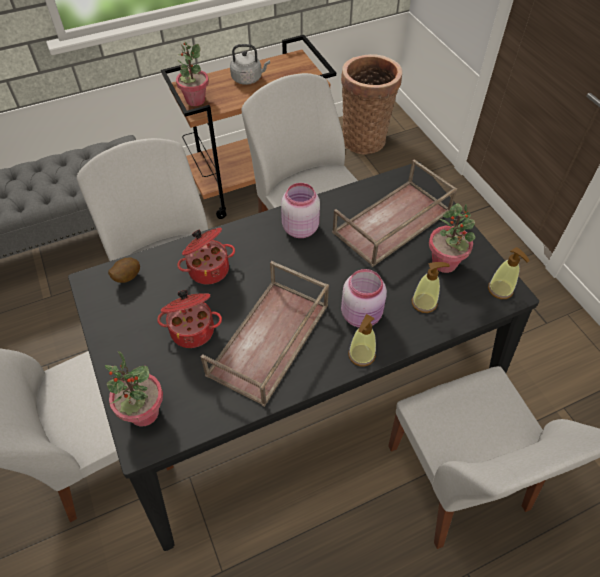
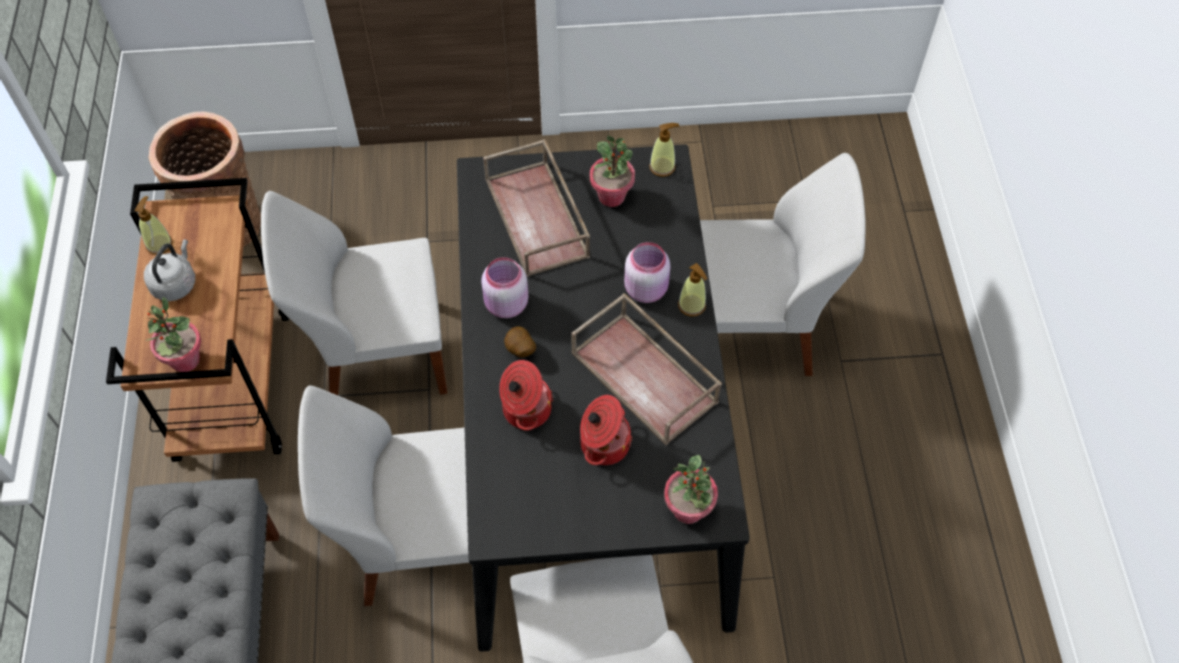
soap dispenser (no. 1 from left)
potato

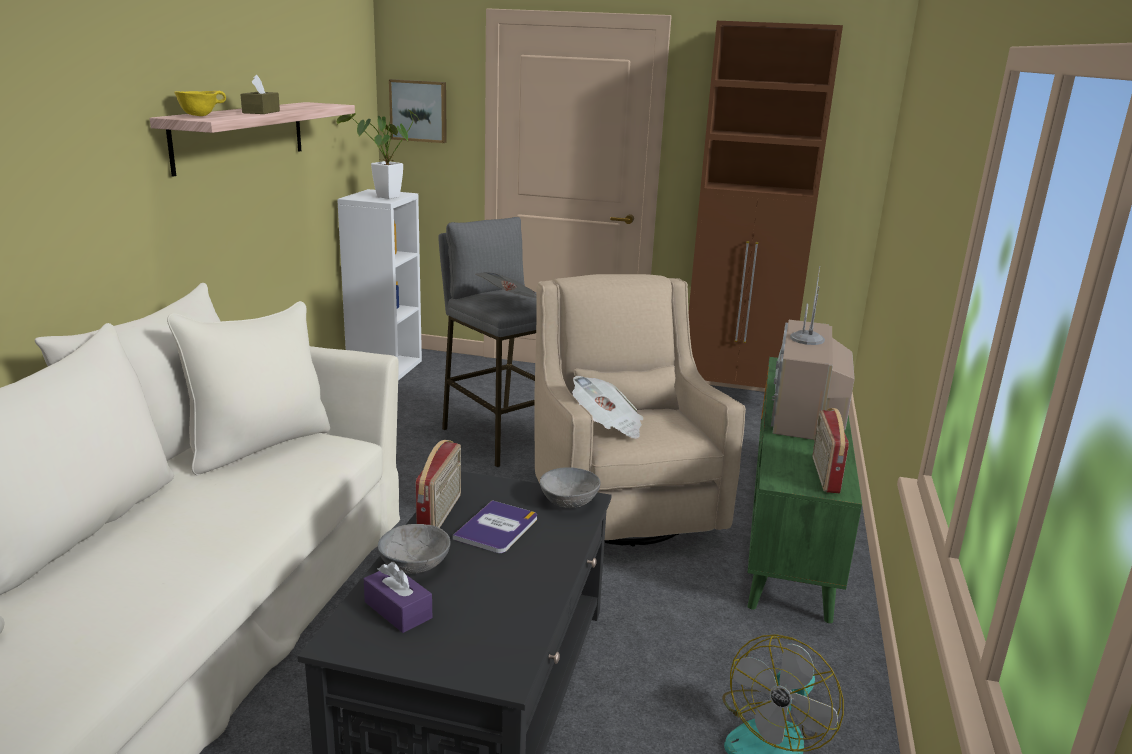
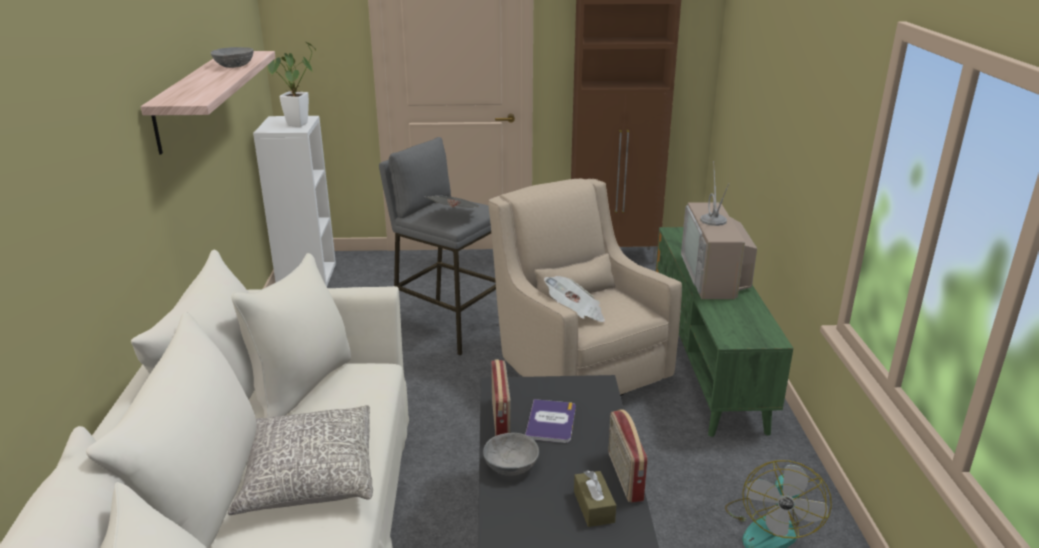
greyish bowl (no. 1 from left)
greyish cushion
brown tissue holder
radio (no. 2 from left)
yellow-coloured bowl
purple tissue holder
wall picture

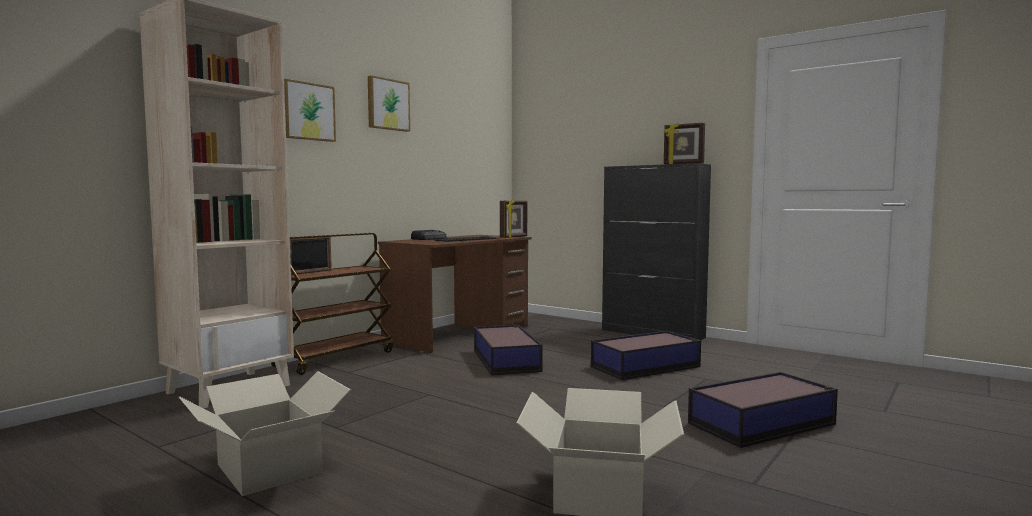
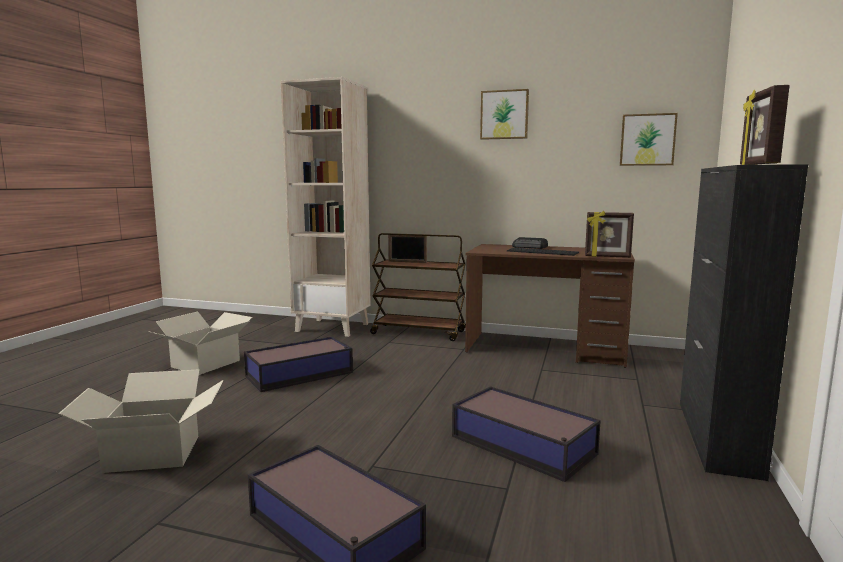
storage box (no. 1 from left)
wall picture (no. 2 from left)

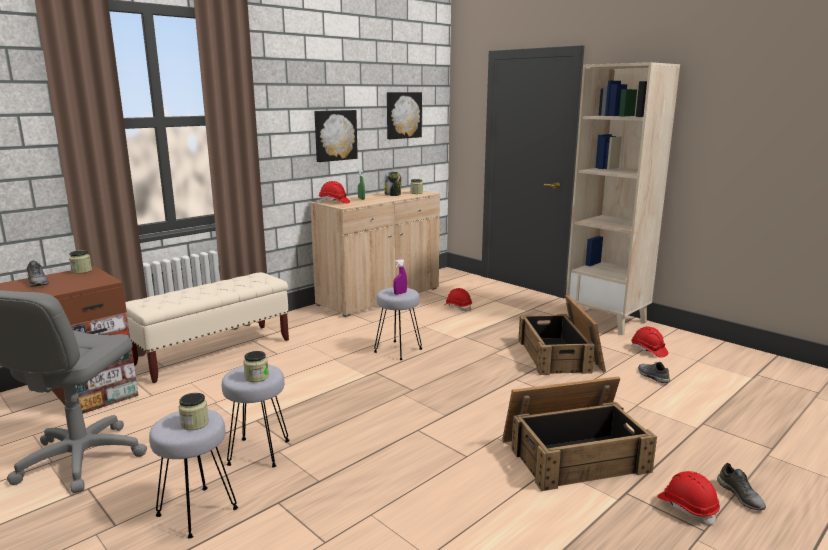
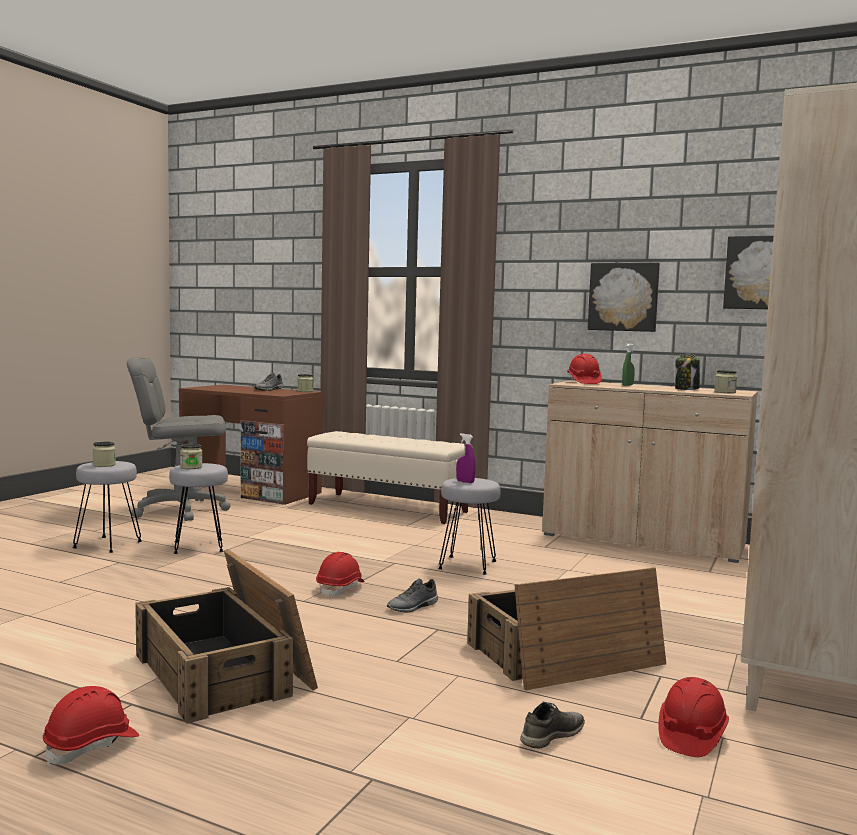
reddish work helmet (no. 2 from left)
greyish item of footwear (no. 2 from left)

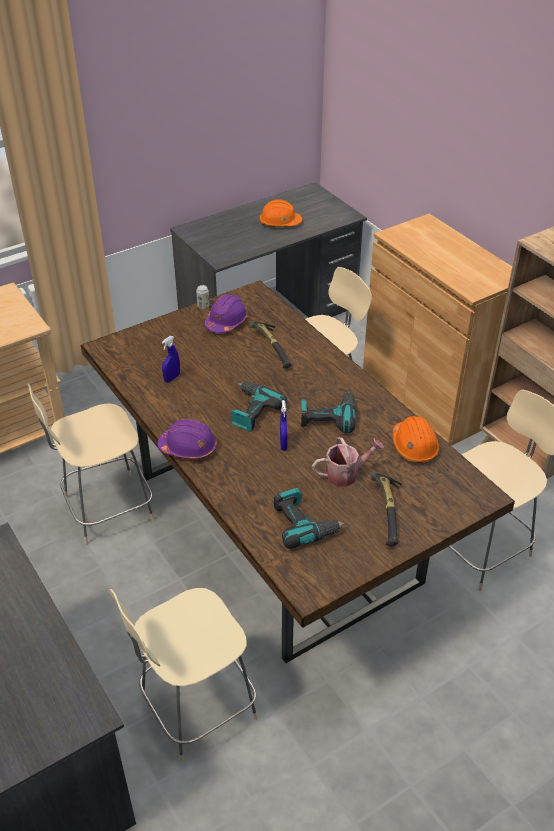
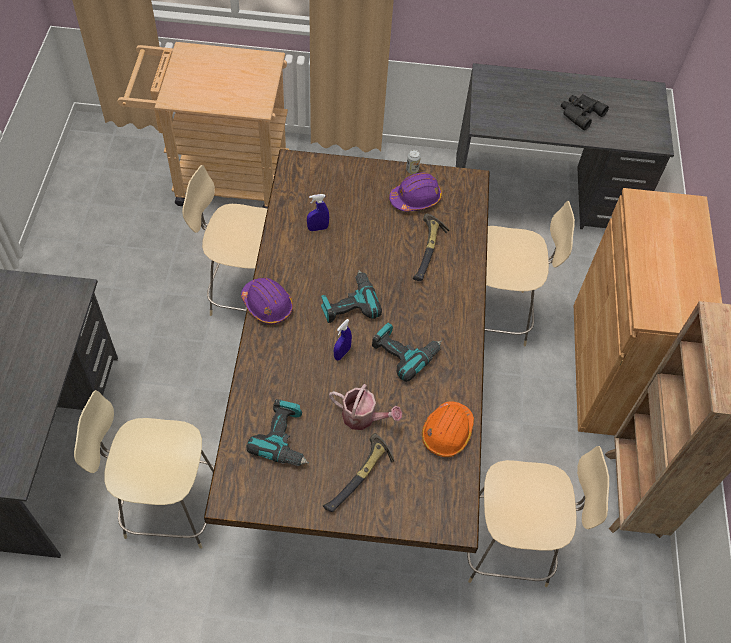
black-coloured field glasses

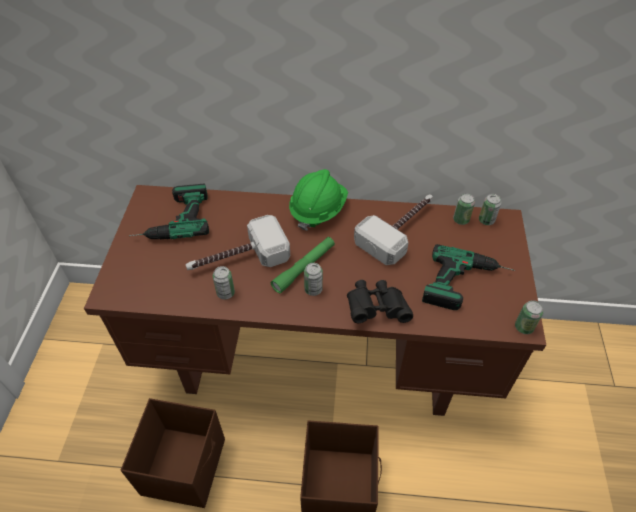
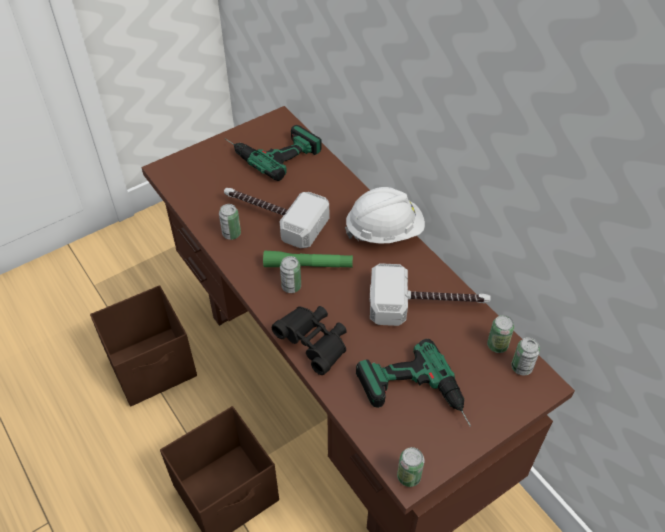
white-coloured work helmet

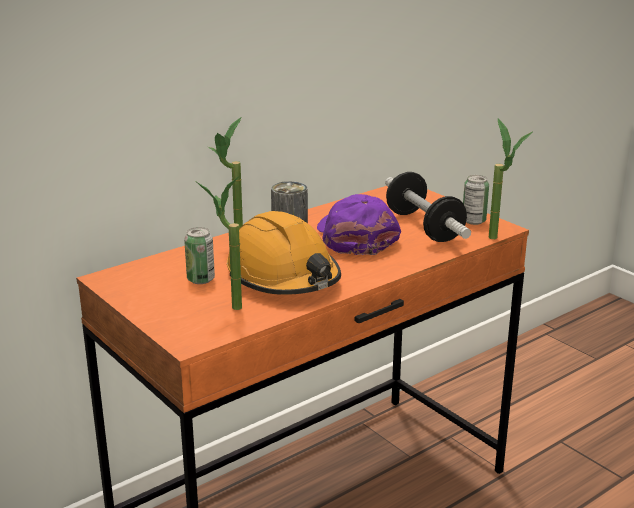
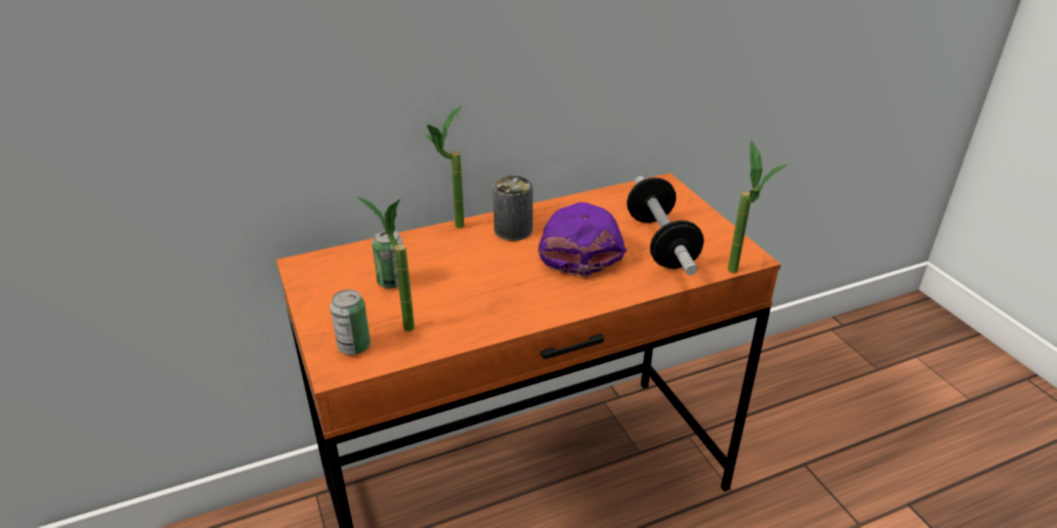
can (no. 1 from left)
orange work helmet

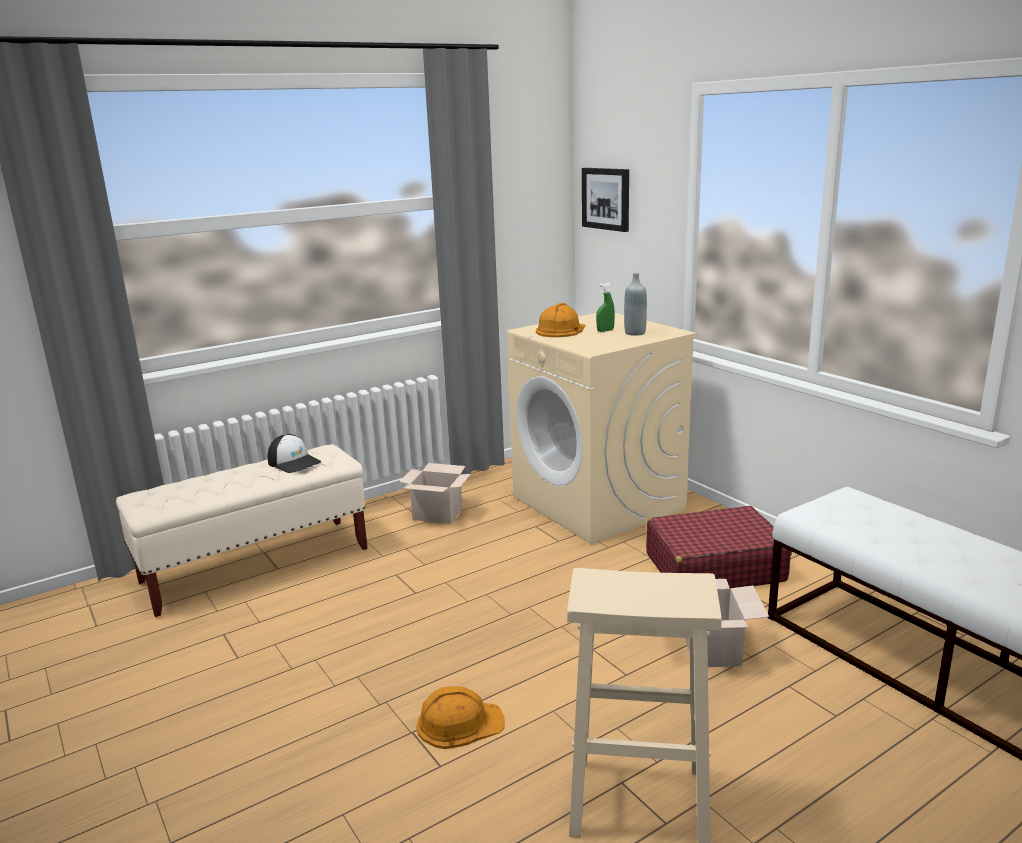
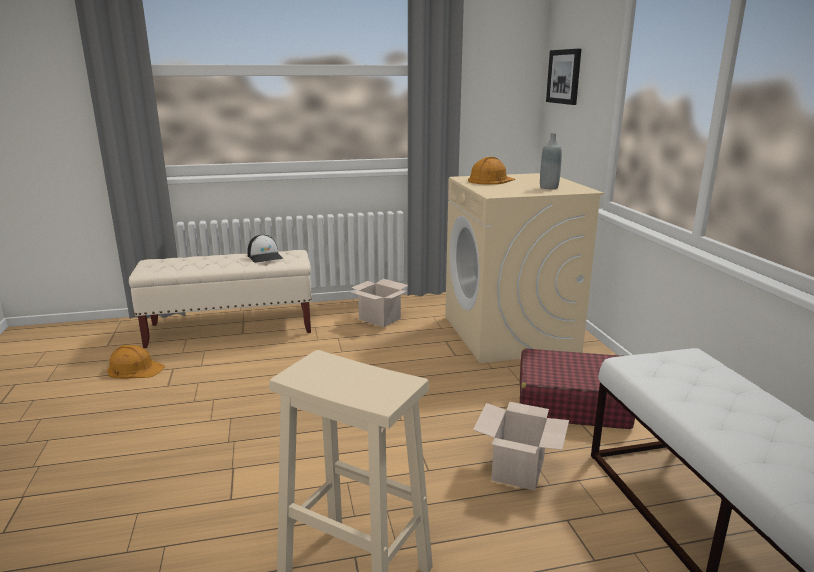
orange work helmet (no. 1 from left)
greenish sprayer

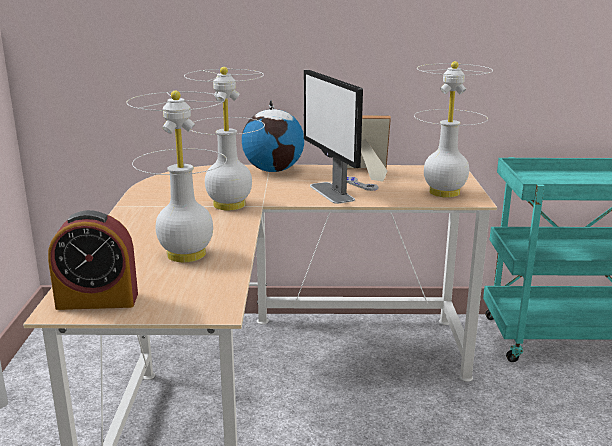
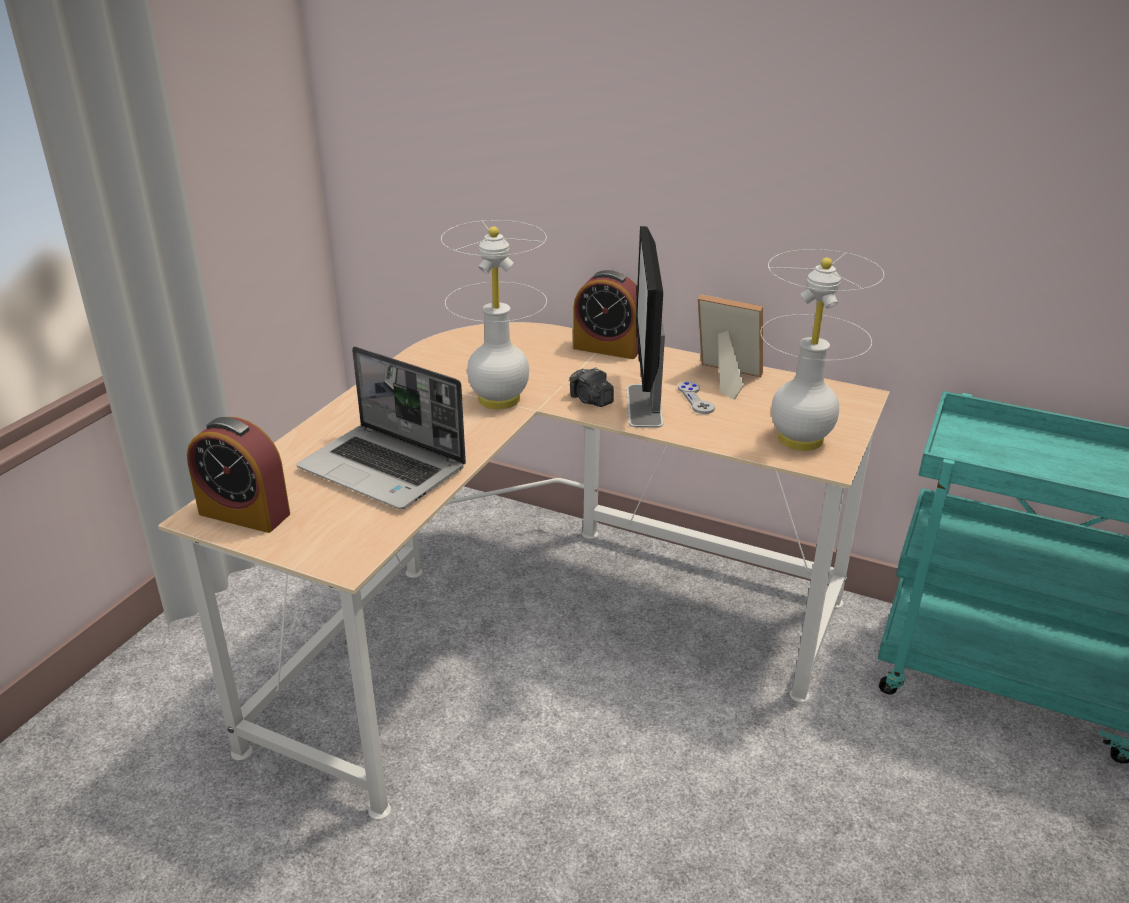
laptop
photo camera
table clock (no. 2 from left)

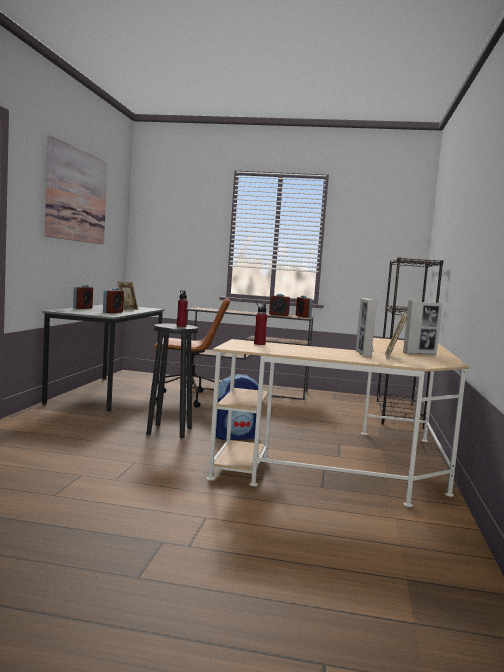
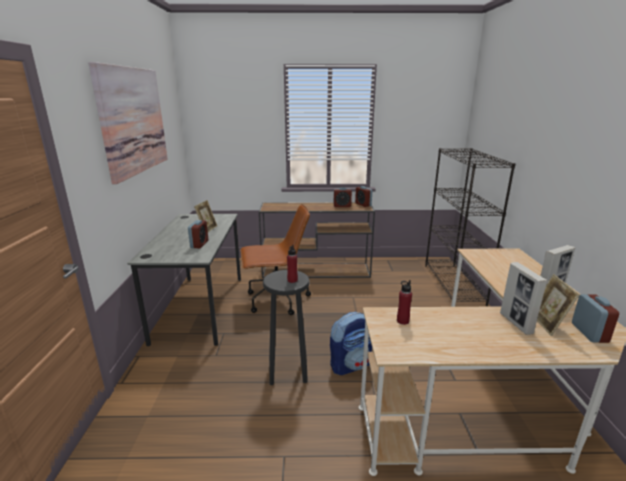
table clock (no. 4 from left)

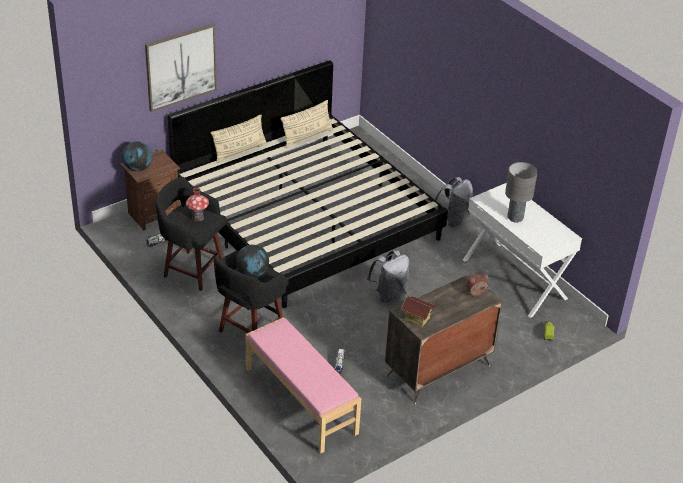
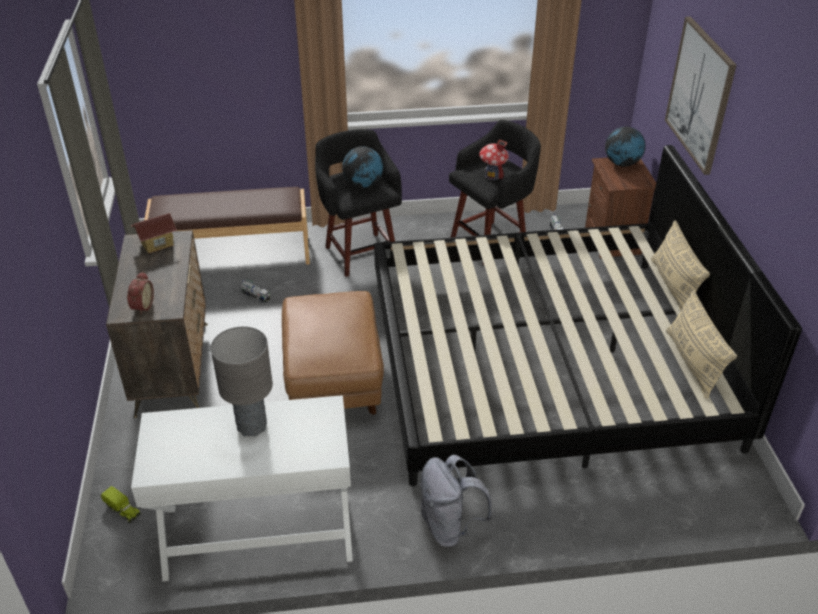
brown bench
brown footrest

